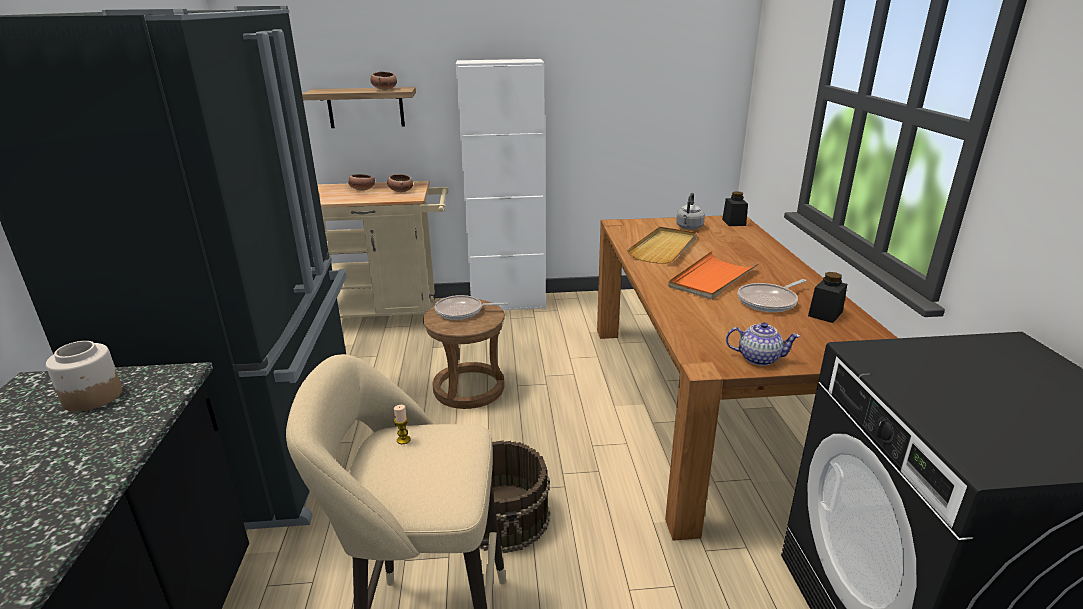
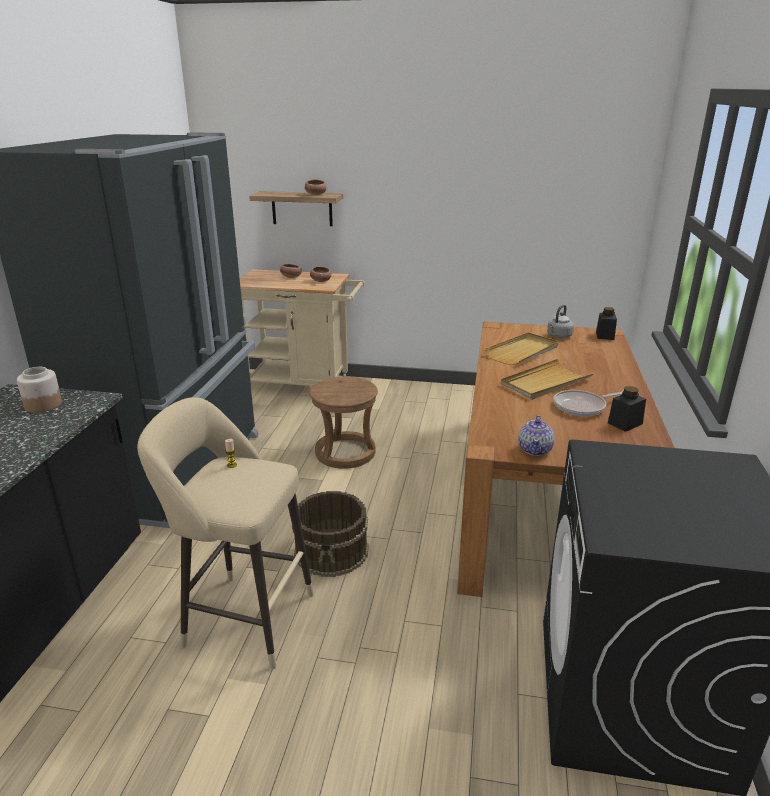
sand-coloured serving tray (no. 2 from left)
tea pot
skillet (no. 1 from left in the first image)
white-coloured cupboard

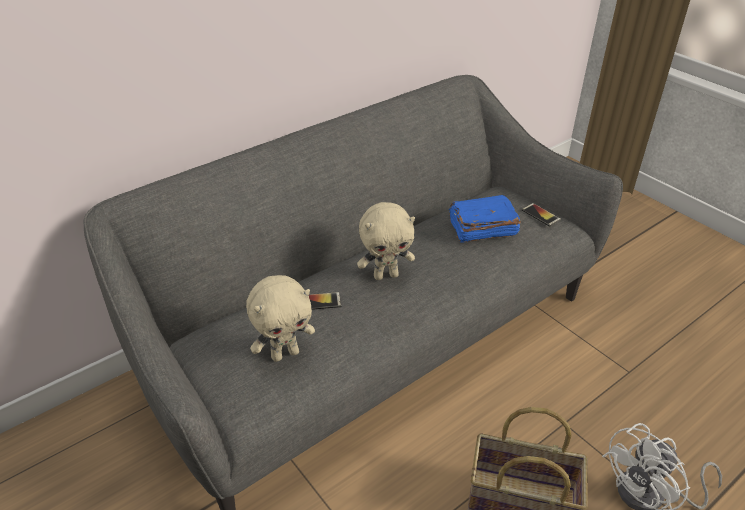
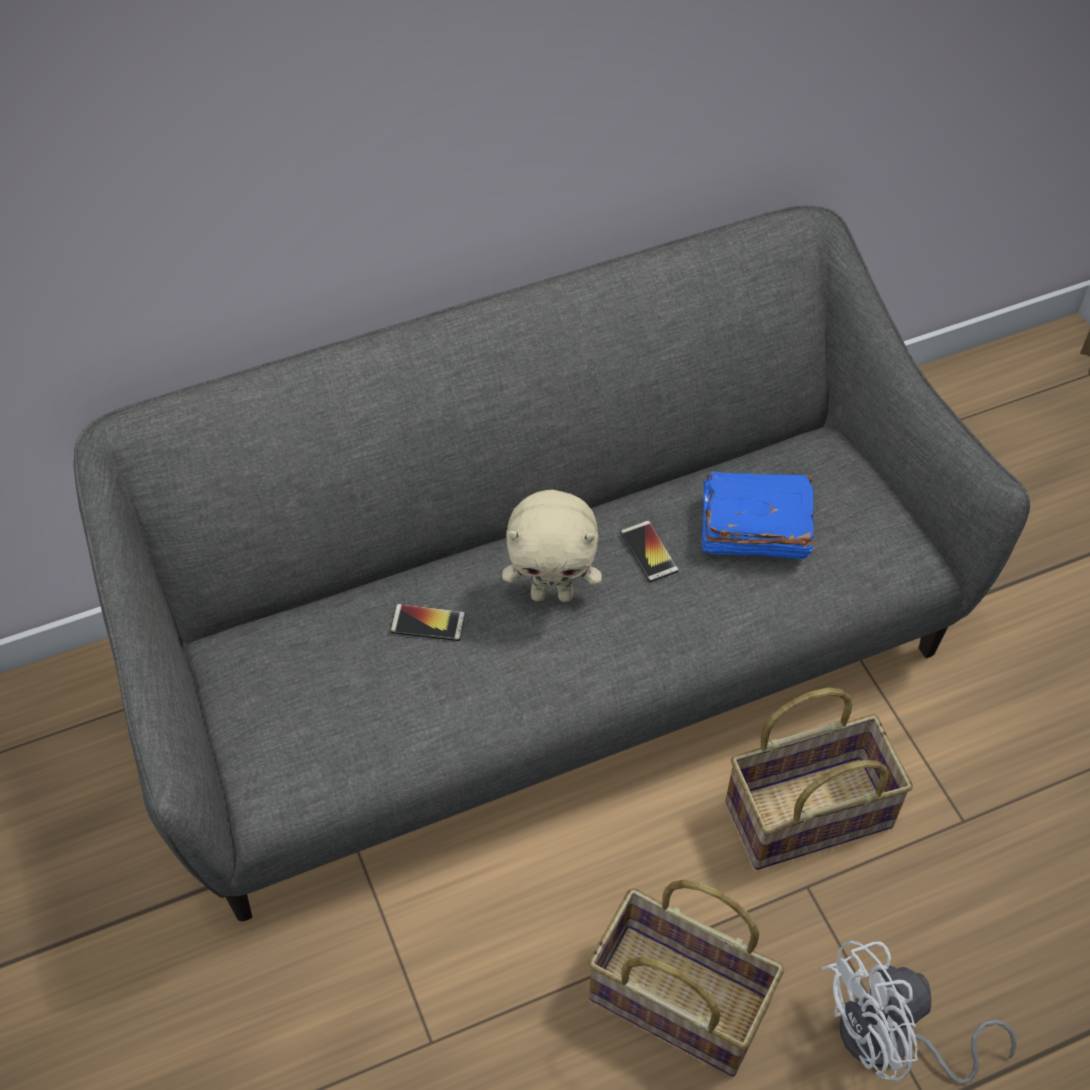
handset (no. 2 from left)
storage basket (no. 2 from left)
sand-coloured plush toy (no. 1 from left in the first image)

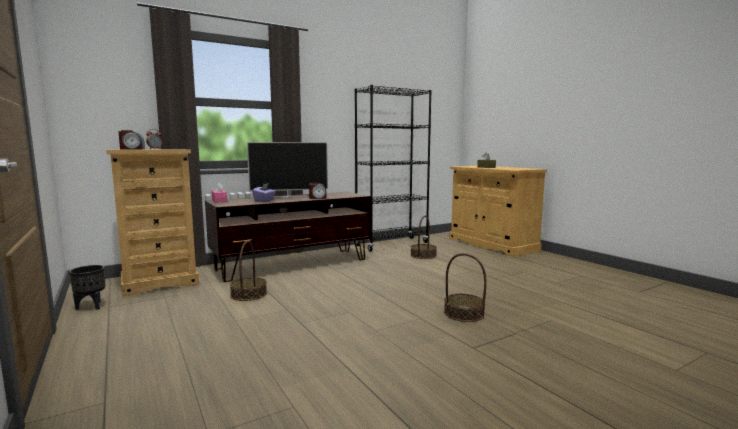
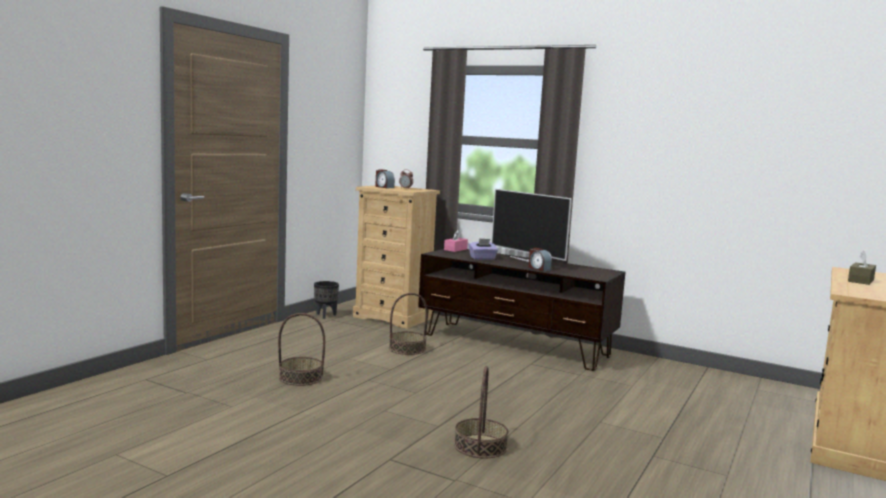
storage basket (no. 1 from left)
black-coloured bookcase

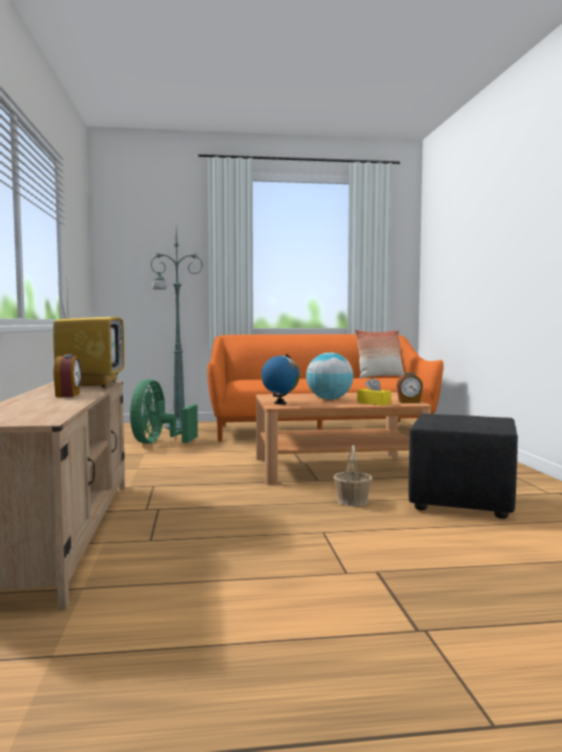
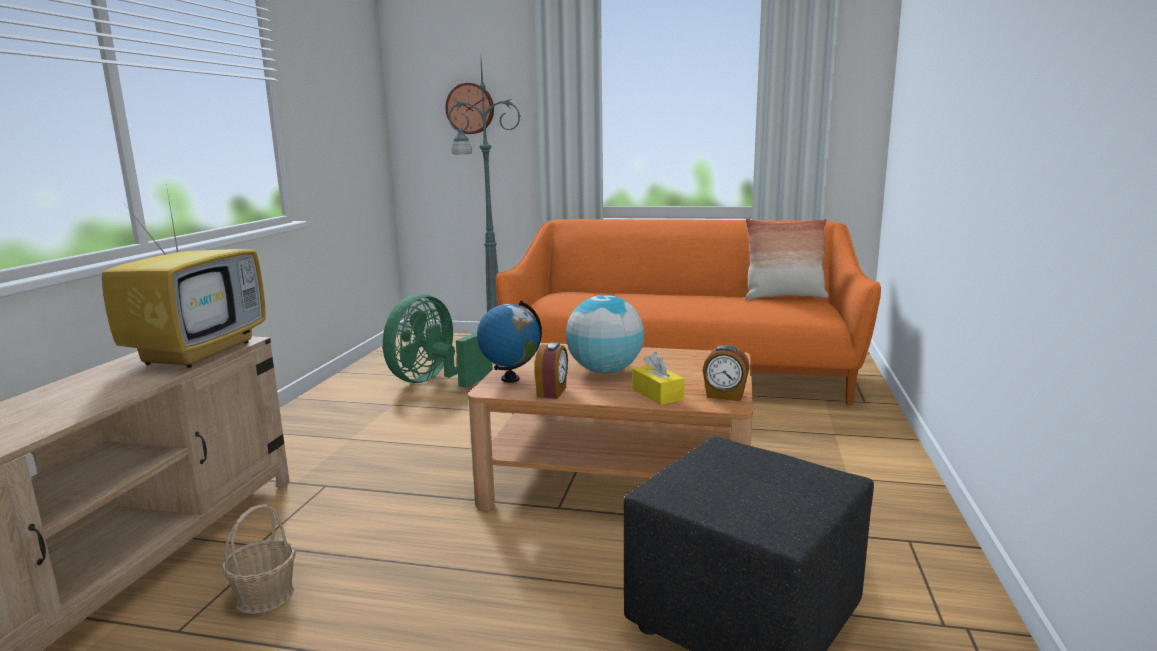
storage basket
hanging clock
table clock (no. 1 from left)

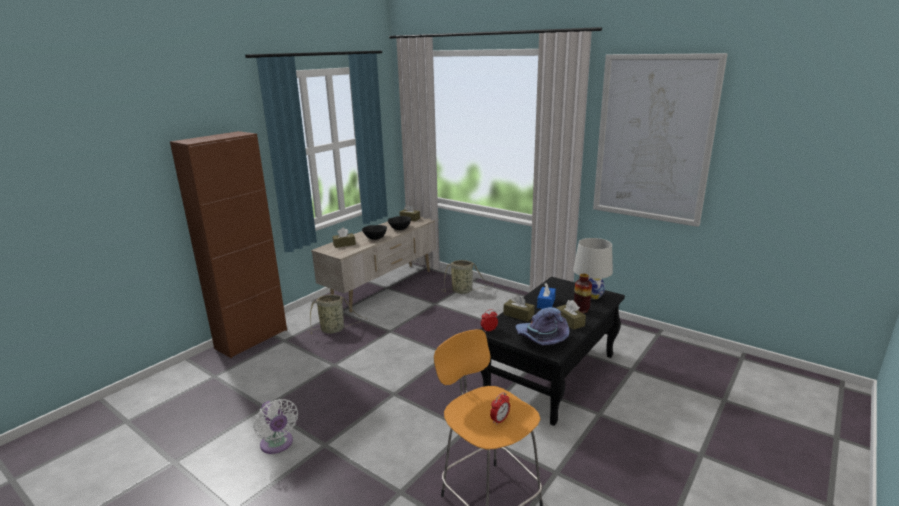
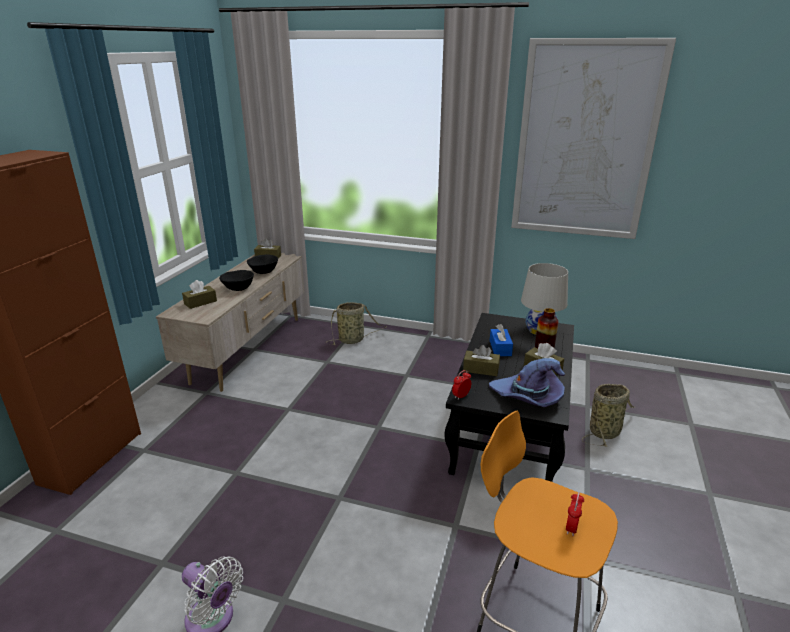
storage basket (no. 2 from left)

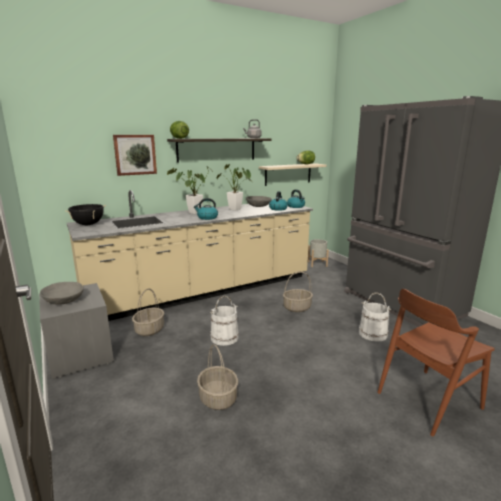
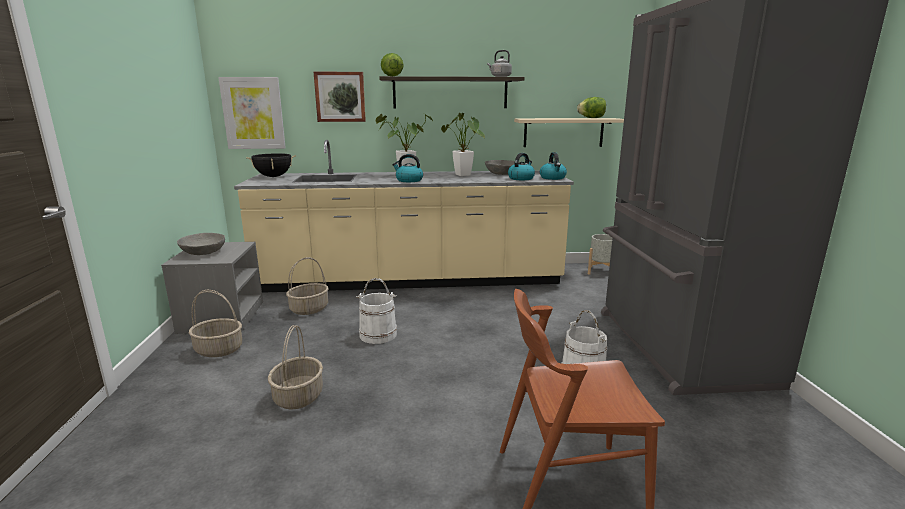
storage basket (no. 1 from left)
wall picture (no. 1 from left)

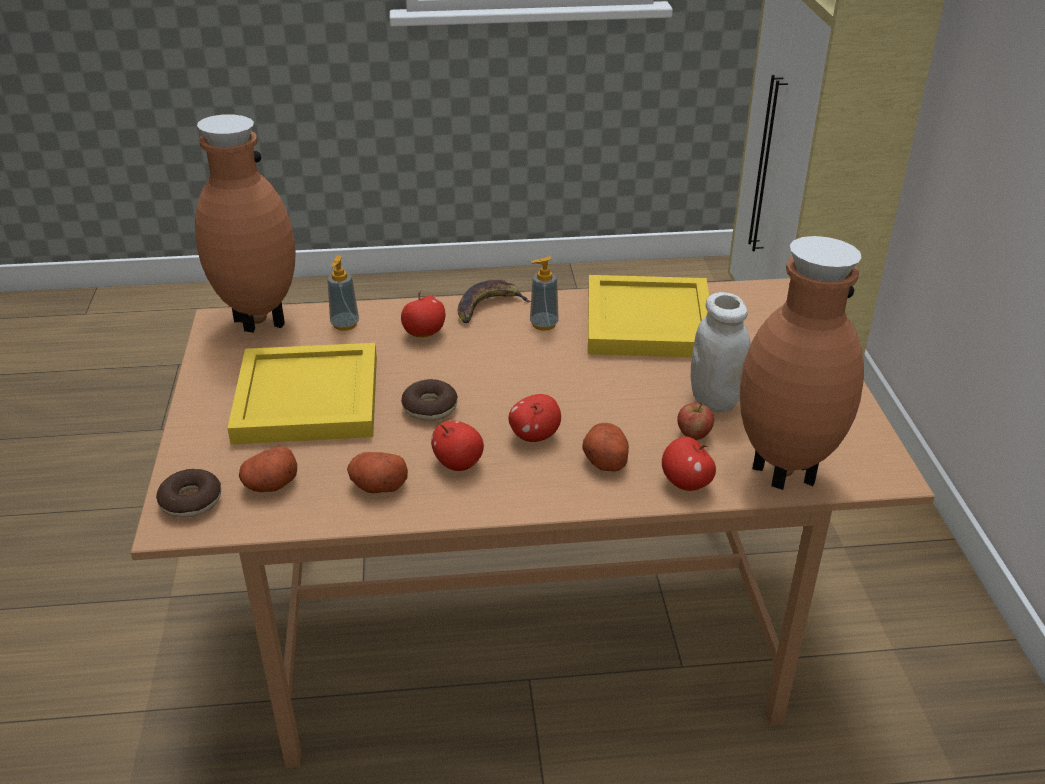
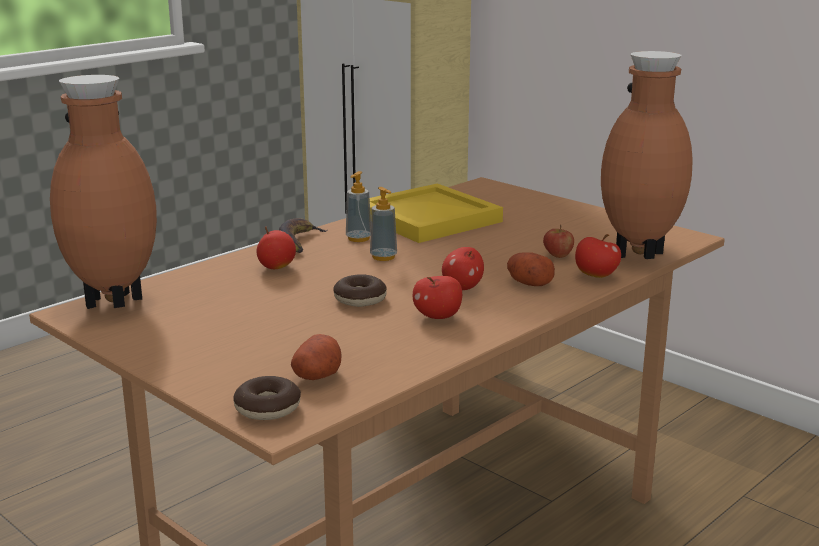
soap dispenser (no. 2 from left)
yellow-coloured serving tray (no. 1 from left in the first image)
potato (no. 2 from left in the first image)
white-coloured preserve jar

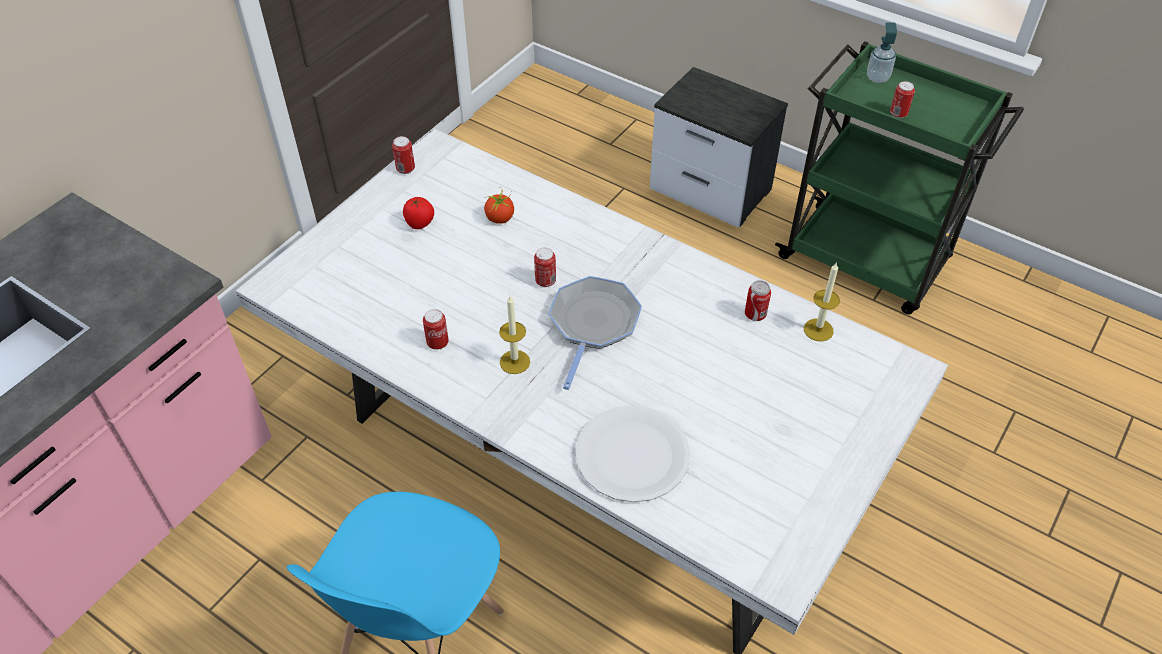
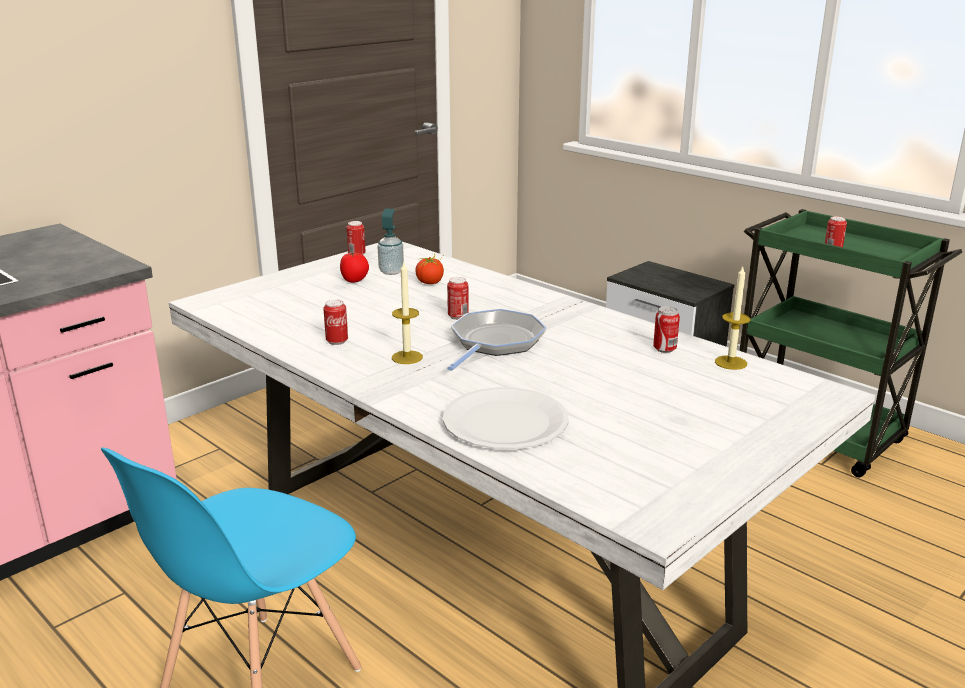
soap dispenser

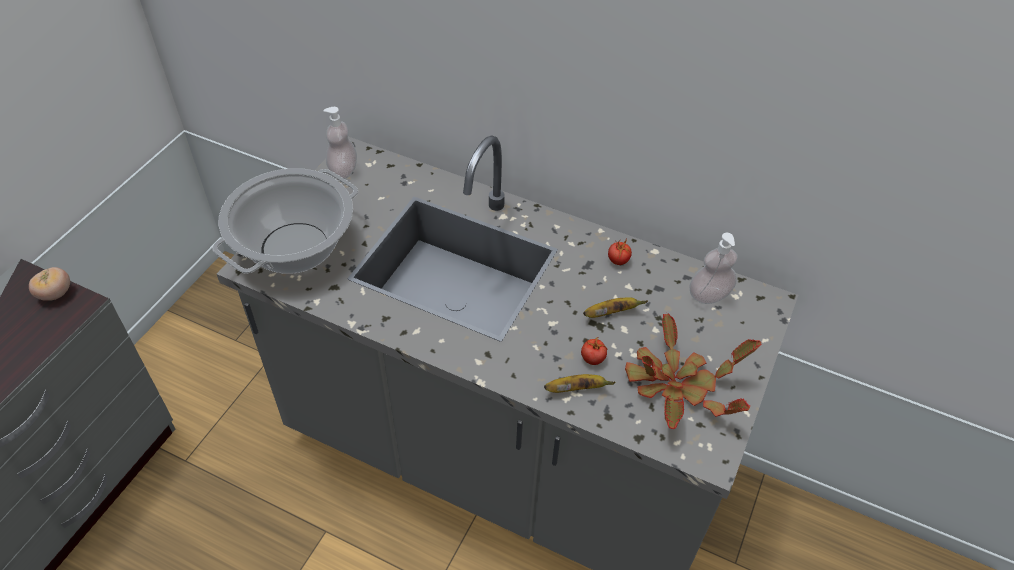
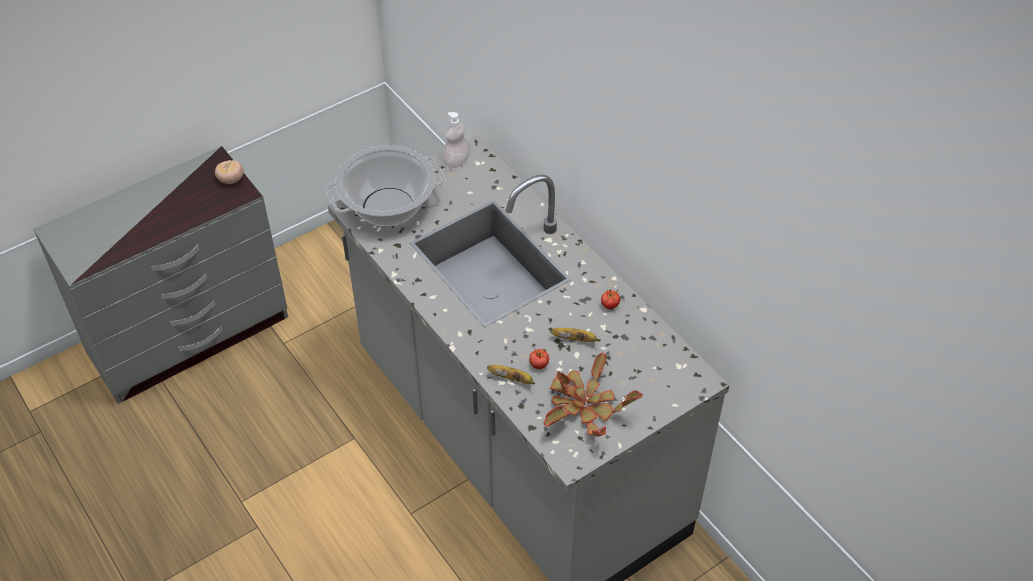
soap dispenser (no. 2 from left in the first image)

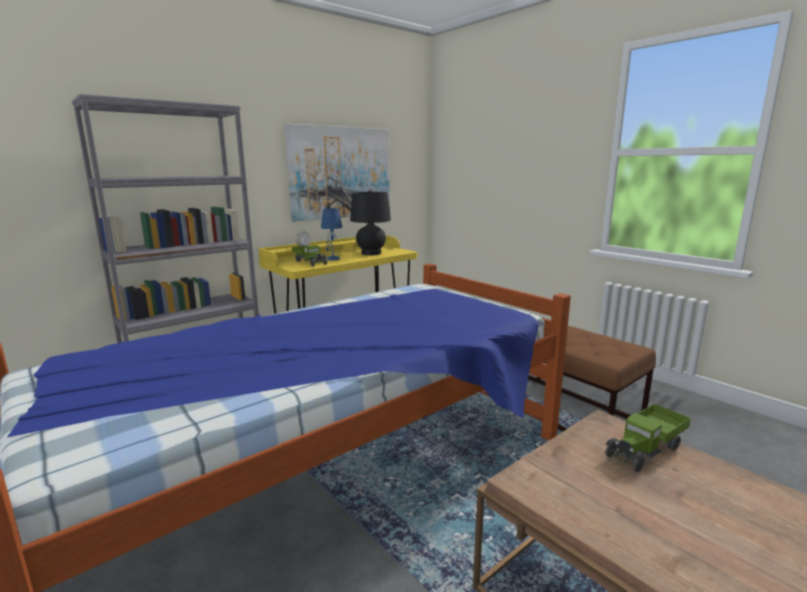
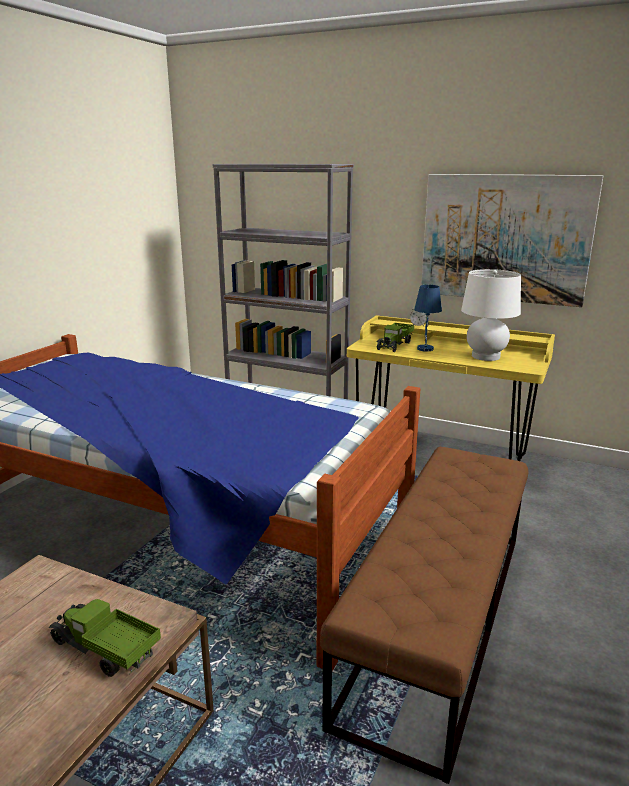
white-coloured table lamp

